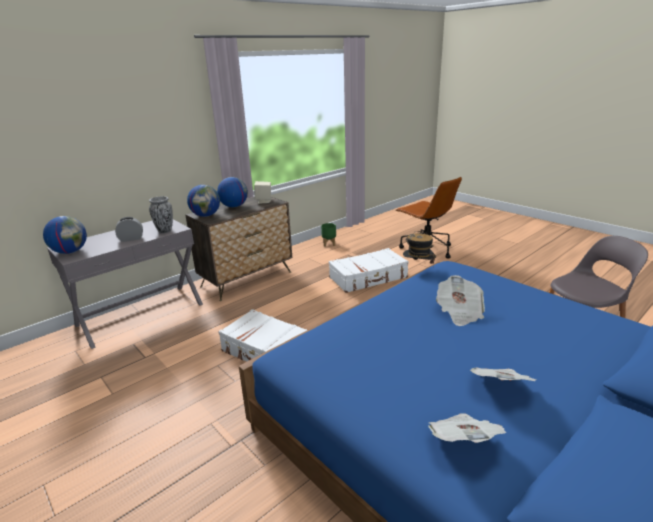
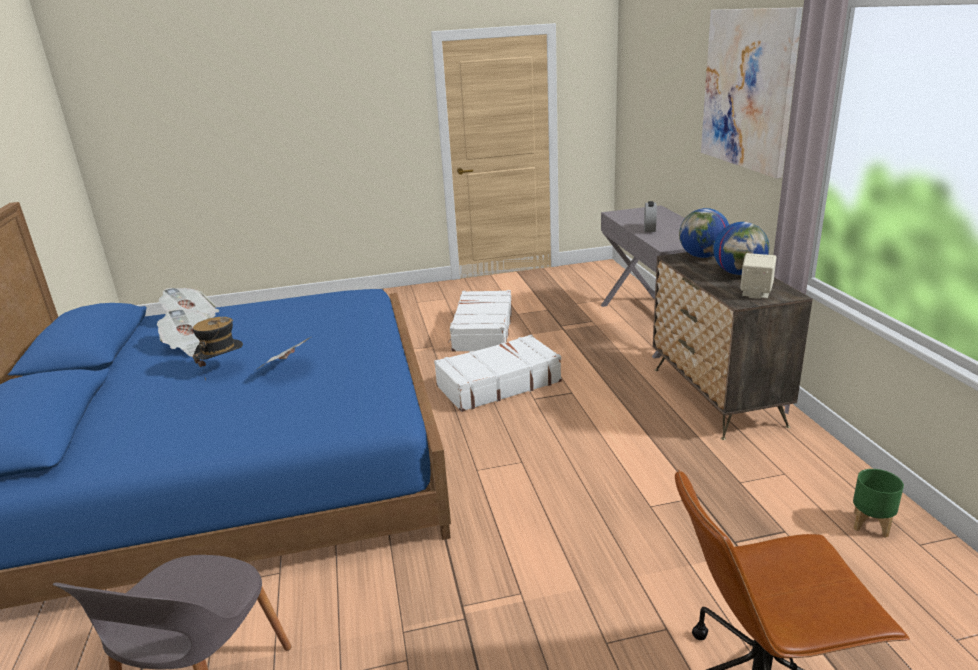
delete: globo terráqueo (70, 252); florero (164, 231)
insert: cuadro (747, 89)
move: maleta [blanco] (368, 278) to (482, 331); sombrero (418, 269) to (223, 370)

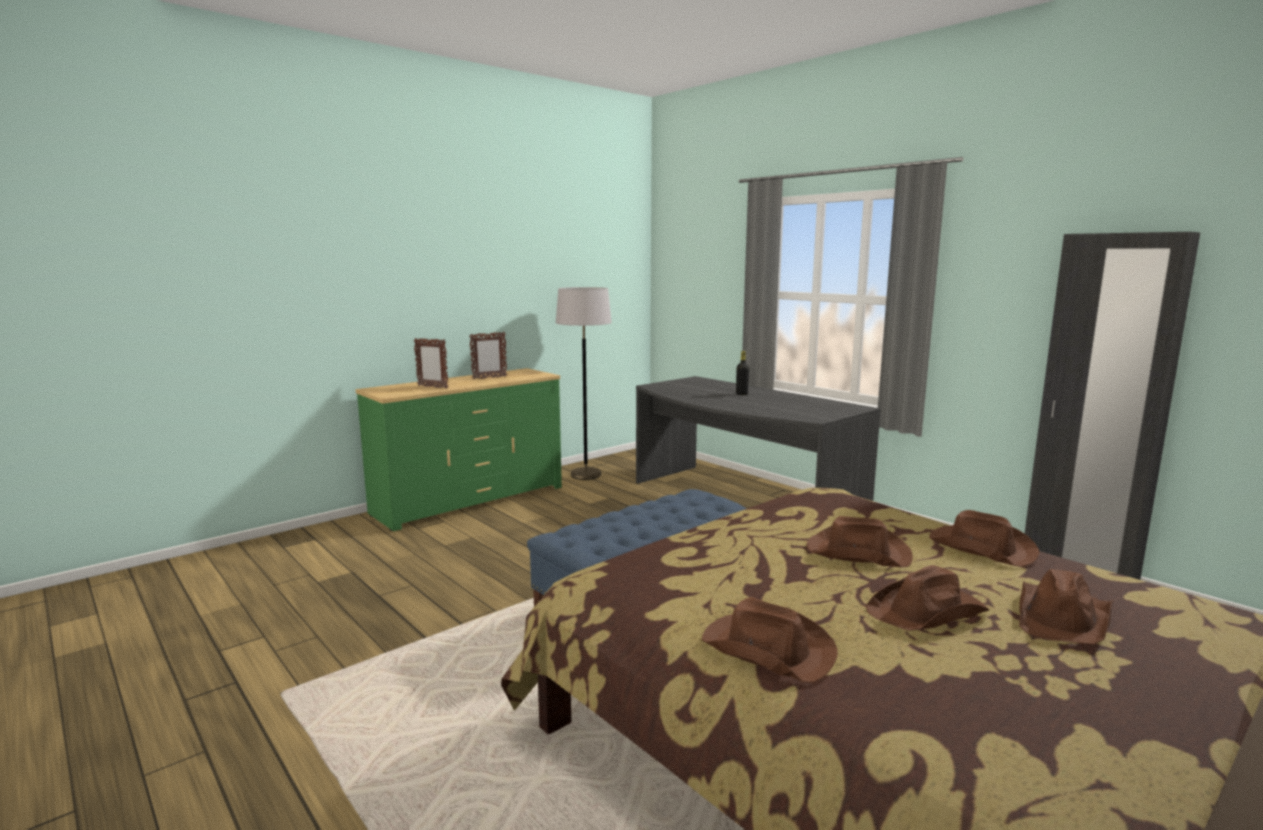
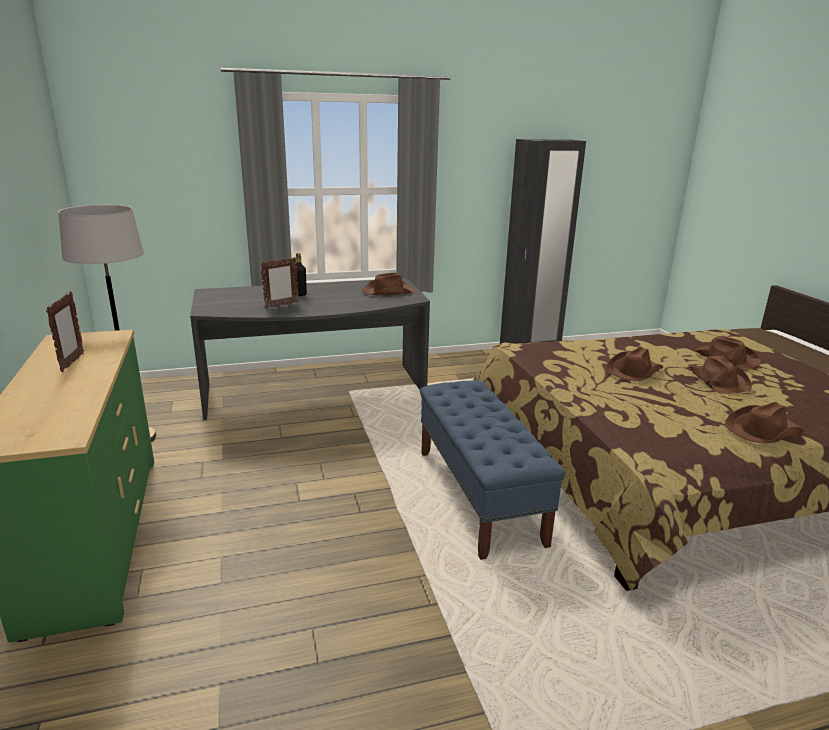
move: portarretratos (432, 387) to (281, 305); sombrero [marrón] (980, 547) to (387, 291)

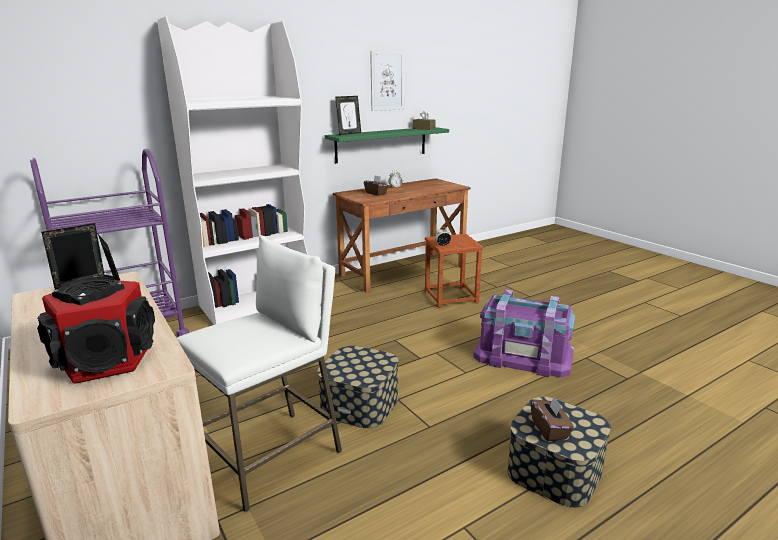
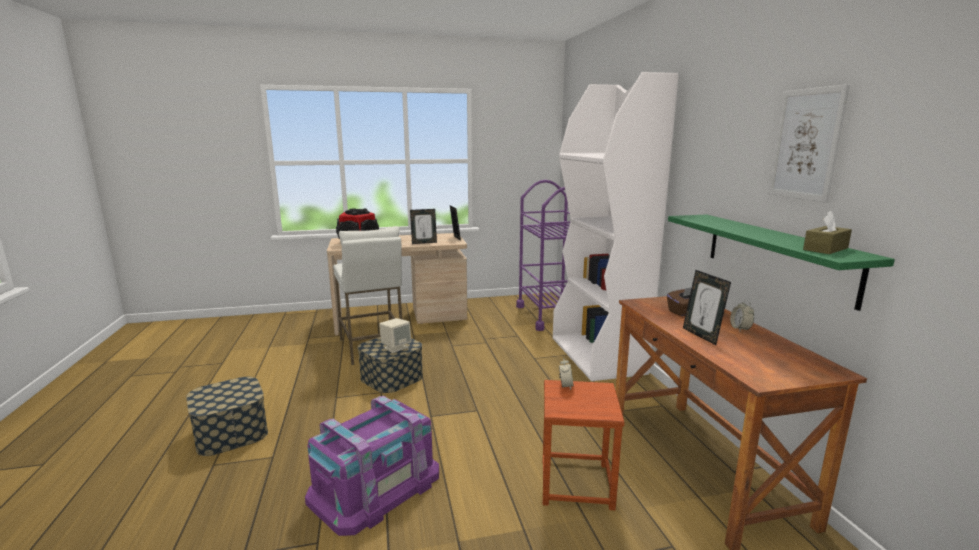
delete: caja de pañuelos [marrón] (549, 430)
insert: altavoz [beis] (396, 347)
move: portarretratos (349, 133) to (701, 335)

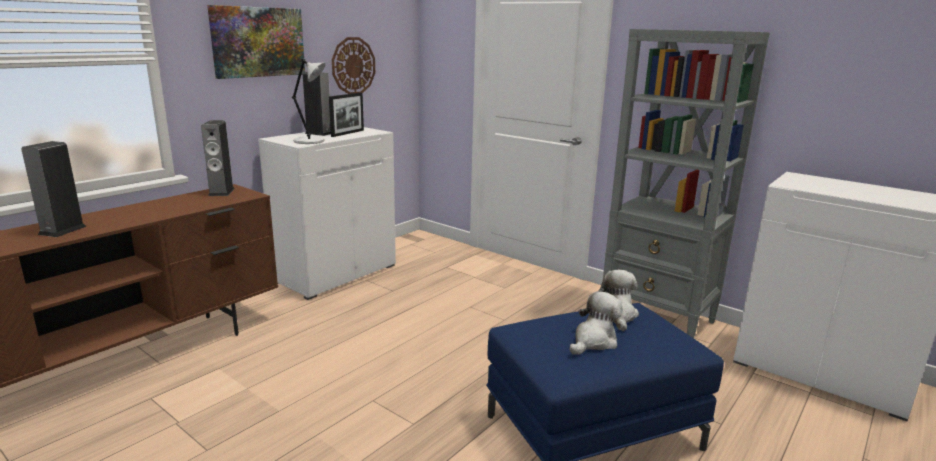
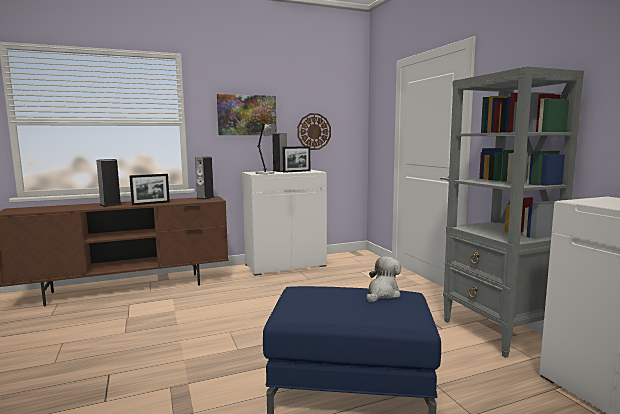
delete: peluche (593, 341)
insert: portarretratos (151, 203)

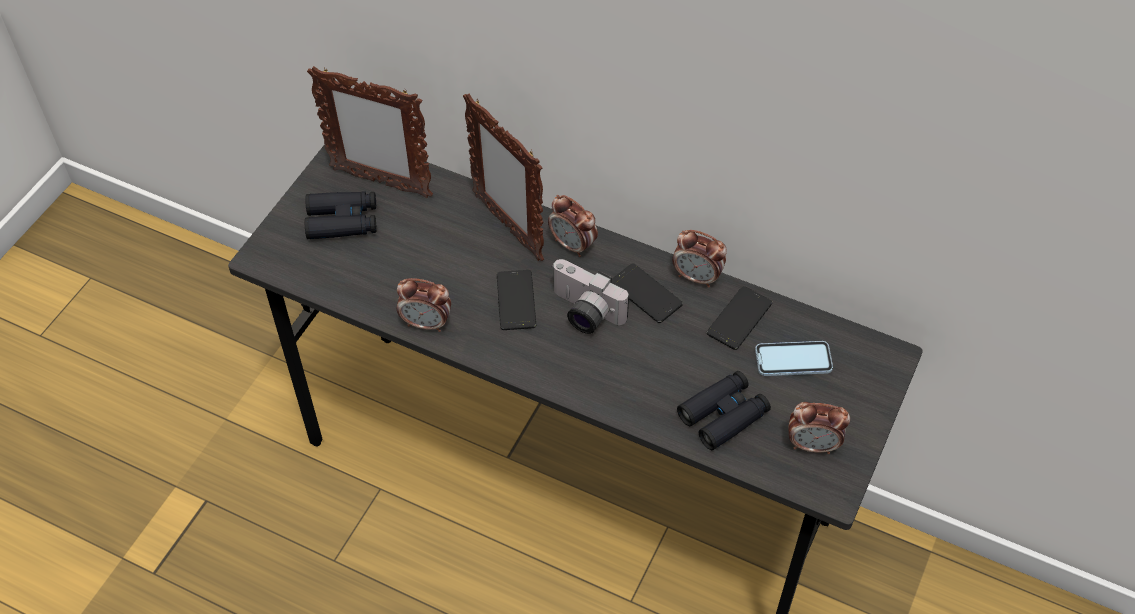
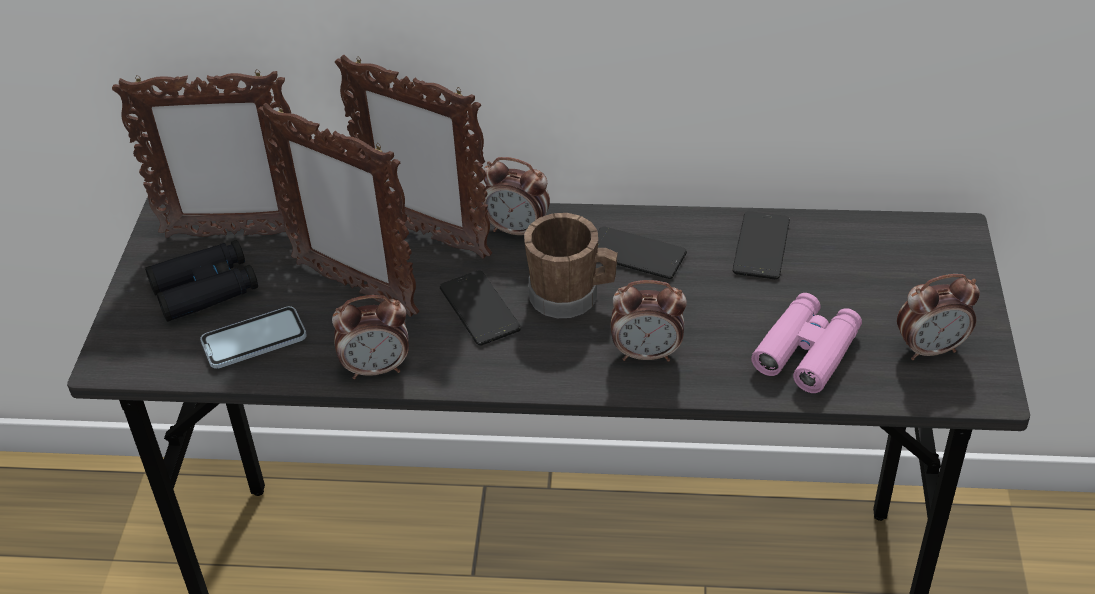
insert: portarretratos (354, 288)
move: despertador (697, 277) to (647, 354); móvil (793, 360) to (254, 340)
replace: cámara (583, 313) to taza grande [marrón] (572, 296)
recolor: prismáticos [negro] (723, 415) to prismáticos [rosa] (807, 351)

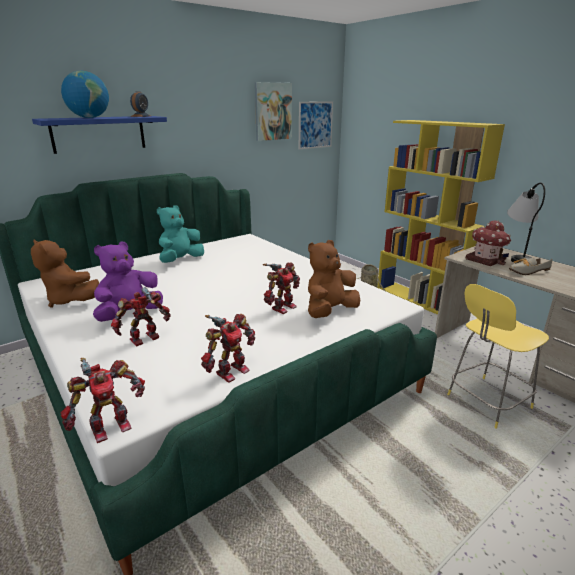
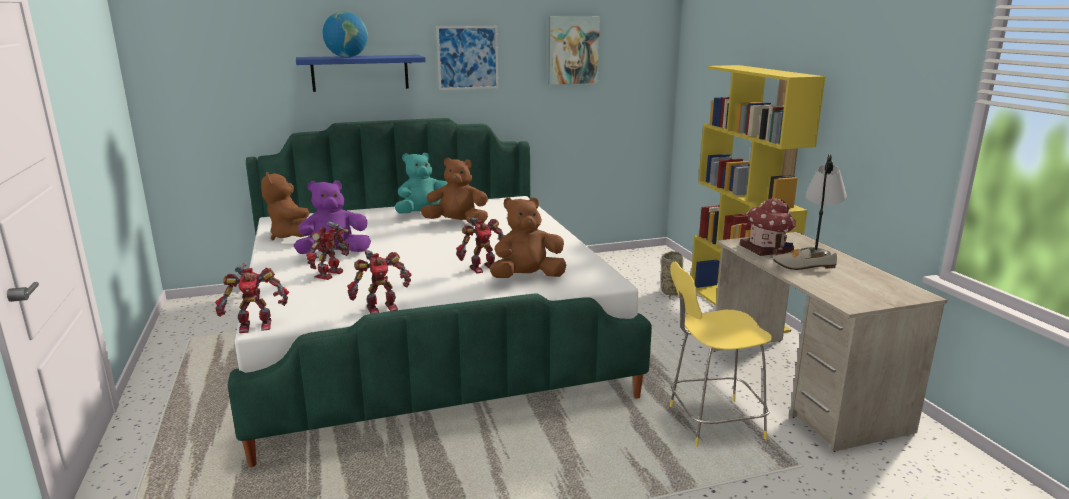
delete: despertador (141, 116)
insert: peluche [marrón] (457, 223)
move: cuadro (315, 125) to (467, 57)
rotate: robot de juguete (145, 339) = (331, 275) 45 degrees counterclockwise

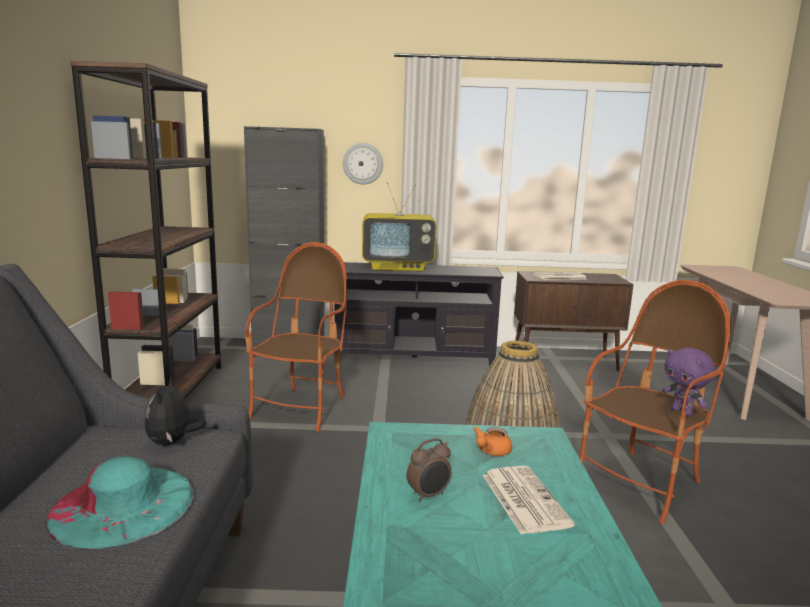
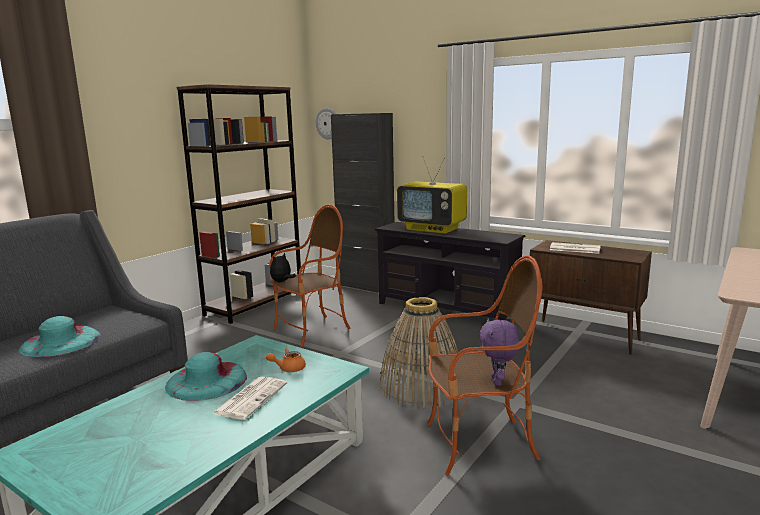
move: peluche (172, 442) to (282, 282); reloj de pared (363, 163) to (328, 123)
replace: despertador (429, 495) to sombrero [turquesa] (206, 380)

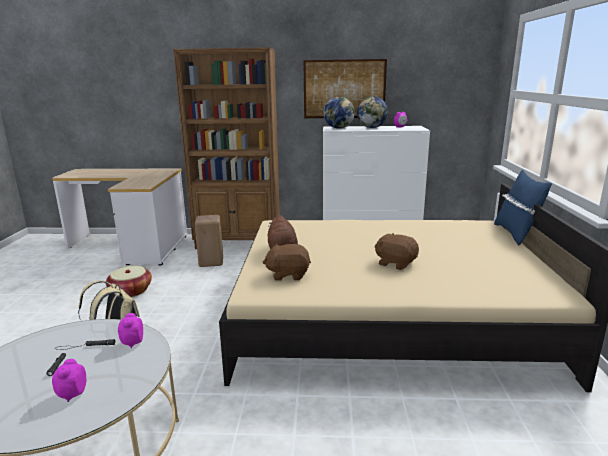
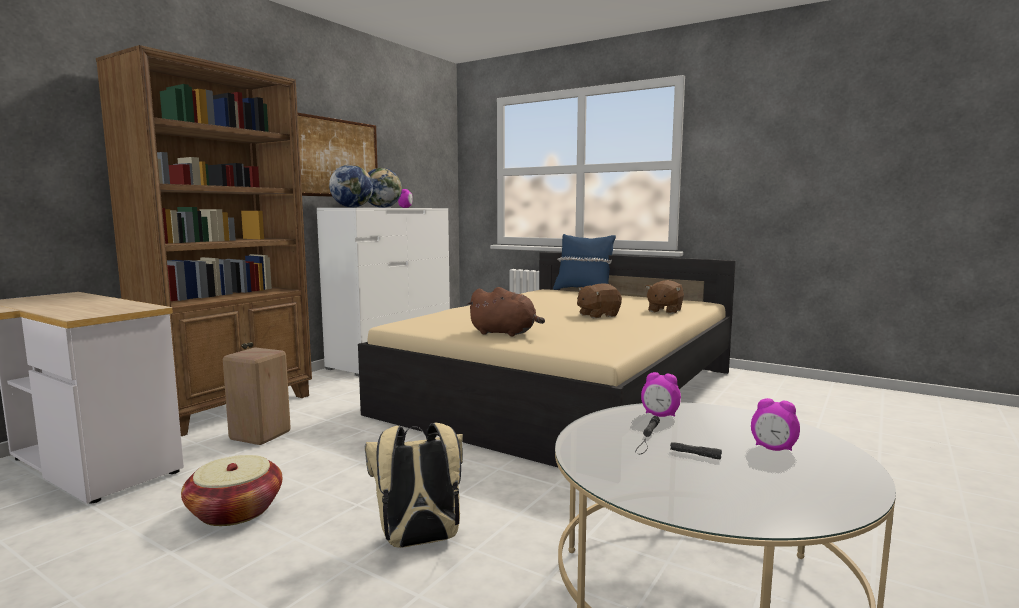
move: peluche [marrón] (288, 274) to (664, 311)

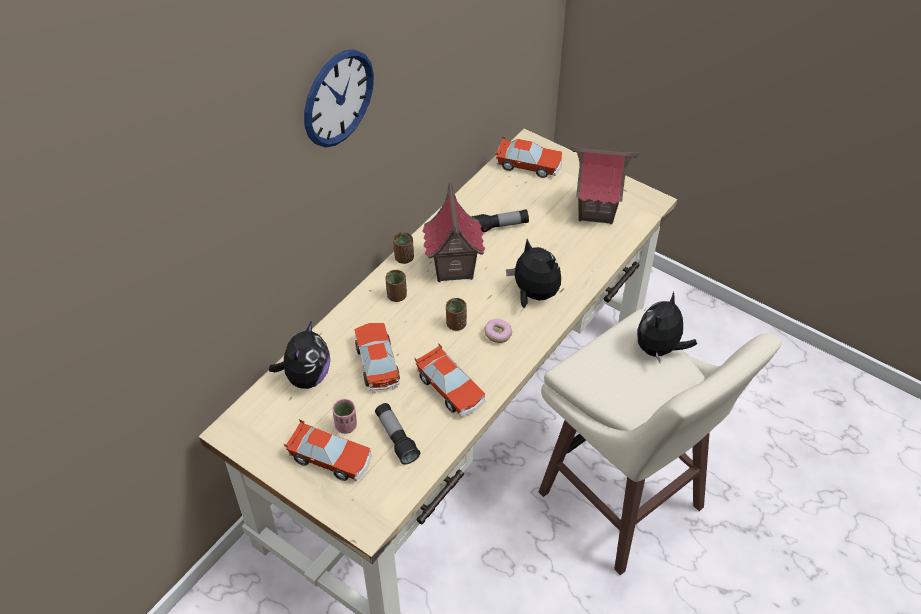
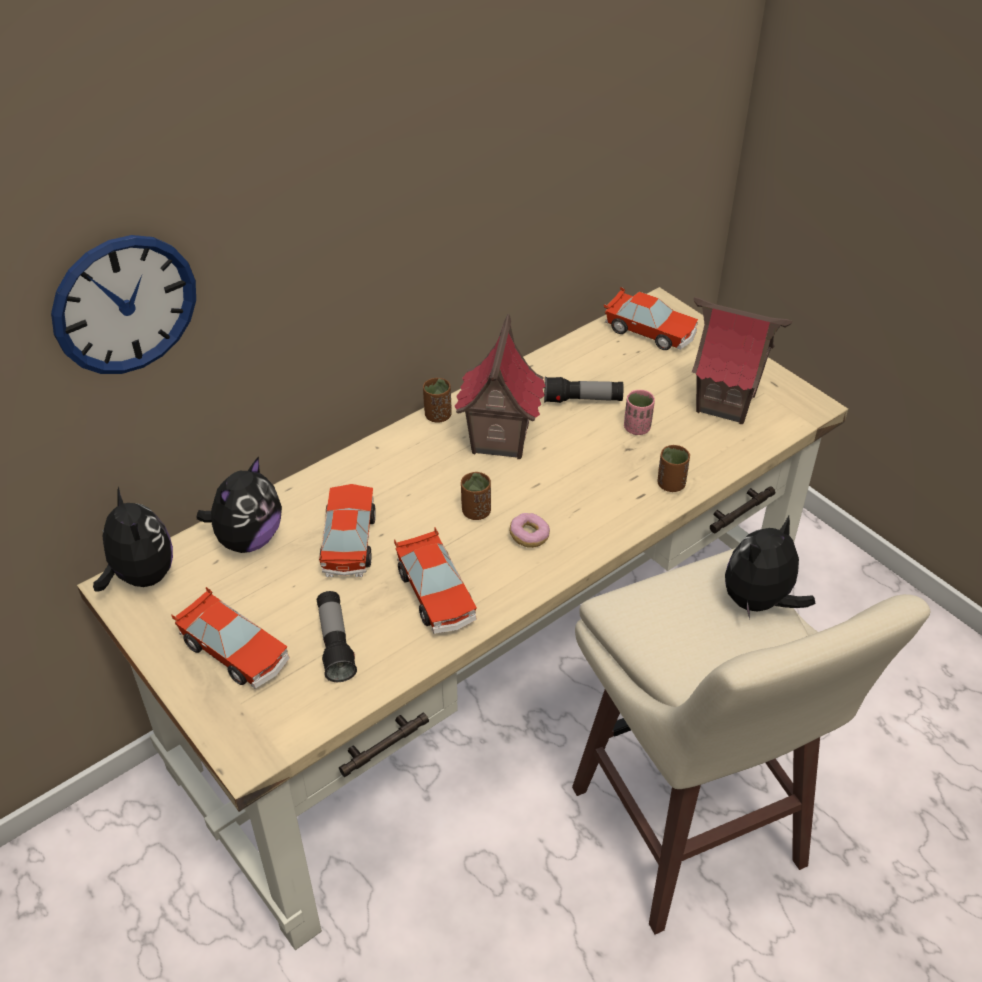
move: reloj de pared (338, 98) to (125, 305); taza [rosa] (346, 426) to (637, 428); taza [marrón] (396, 296) to (671, 484); peluche (533, 294) to (141, 576)

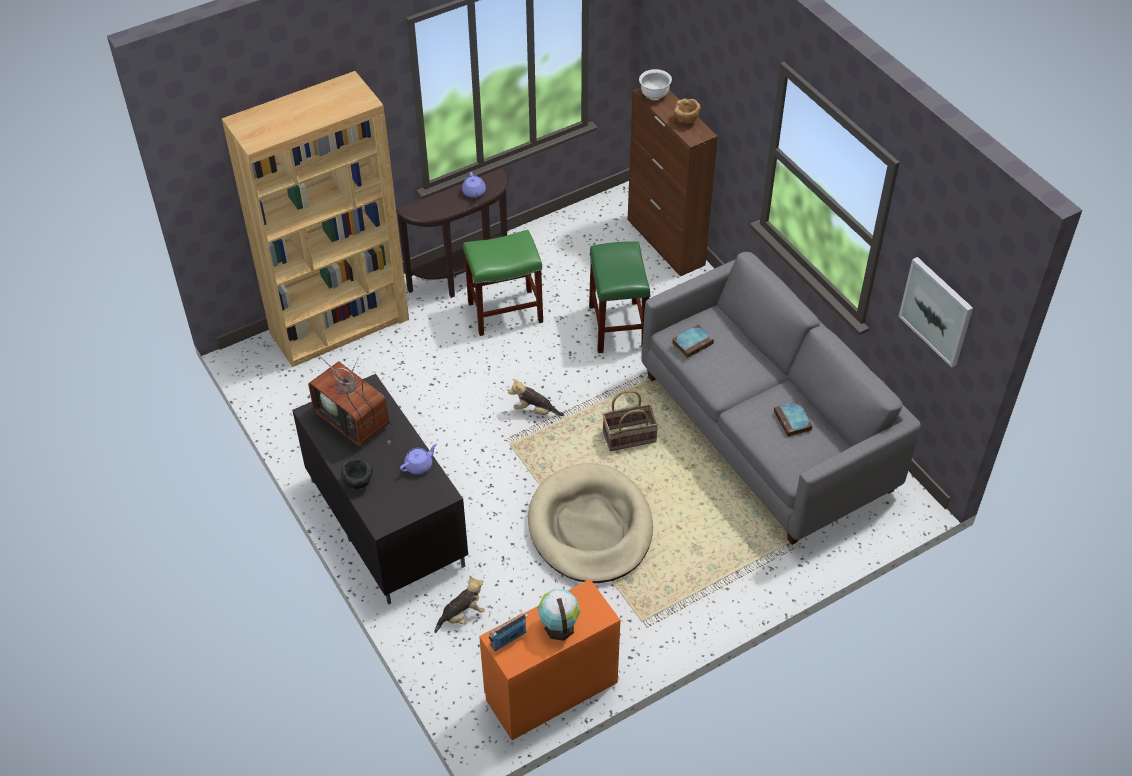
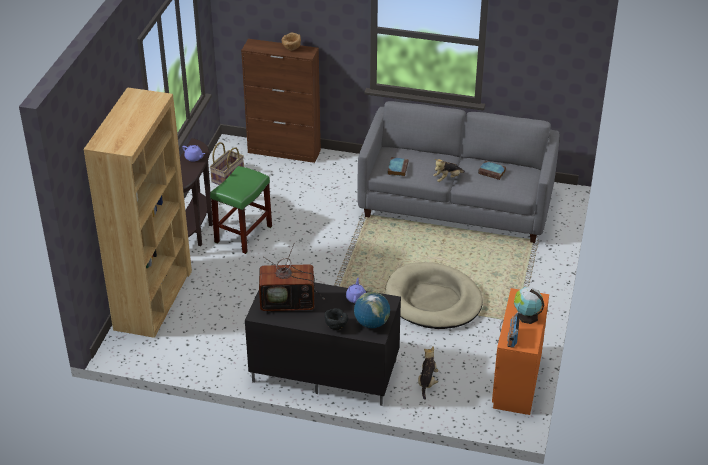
delete: taburete [verde] (617, 326); cuenco [blanco] (654, 95); cuadro (937, 311)
insert: globo terráqueo (371, 323)
move: peluche (535, 411) to (447, 178); cesta (629, 436) to (227, 176)

